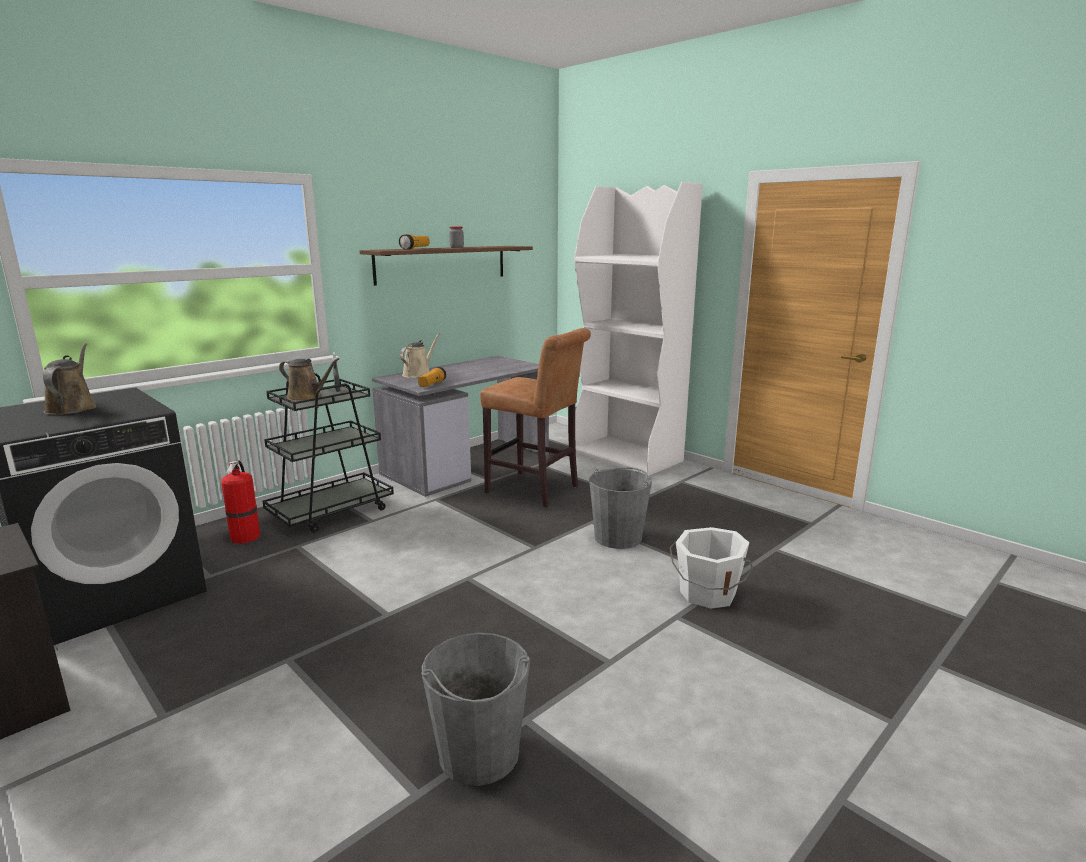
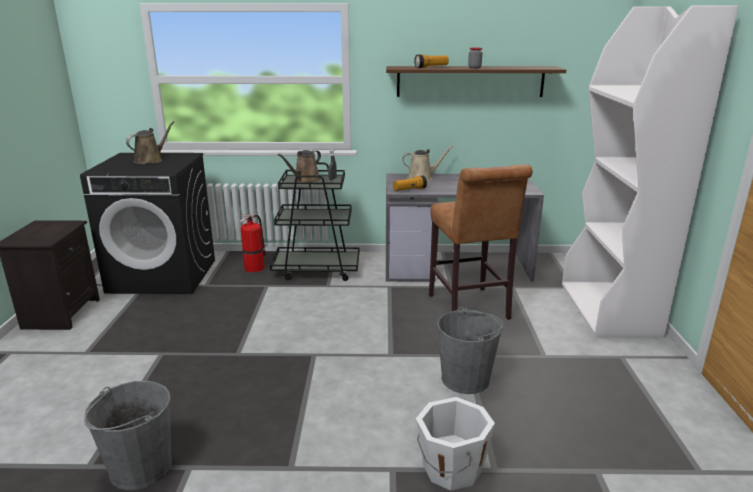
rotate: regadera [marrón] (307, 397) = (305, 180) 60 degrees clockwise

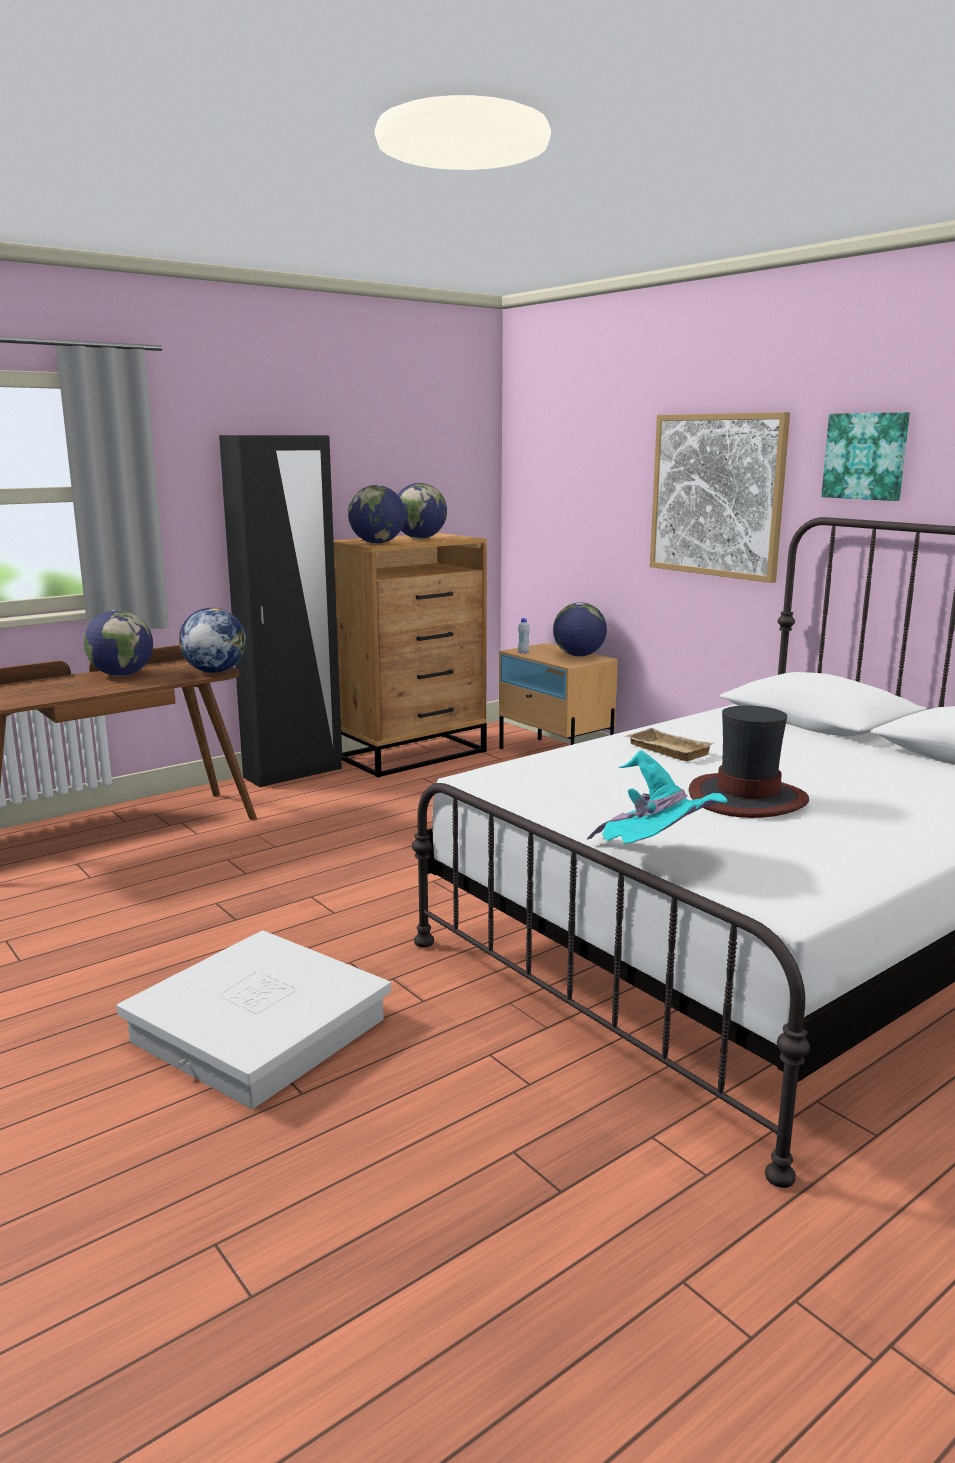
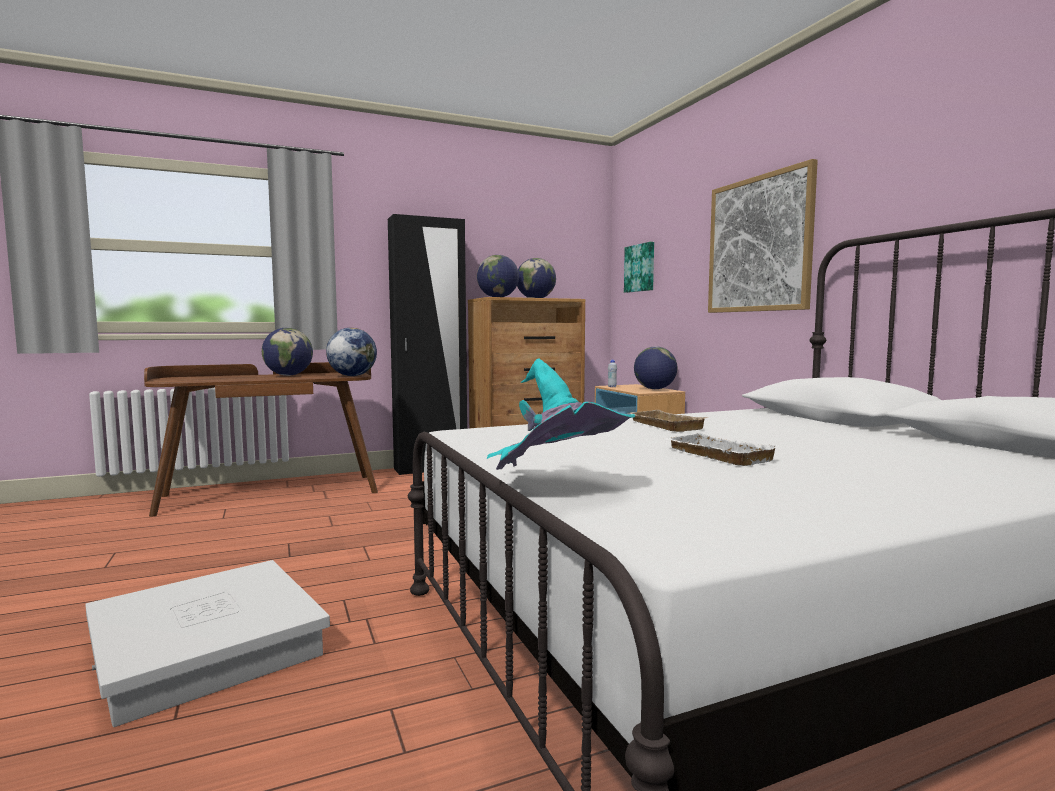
move: cuadro (866, 456) to (640, 268)
replace: sombrero (747, 798) to bandeja [blanco] (715, 455)

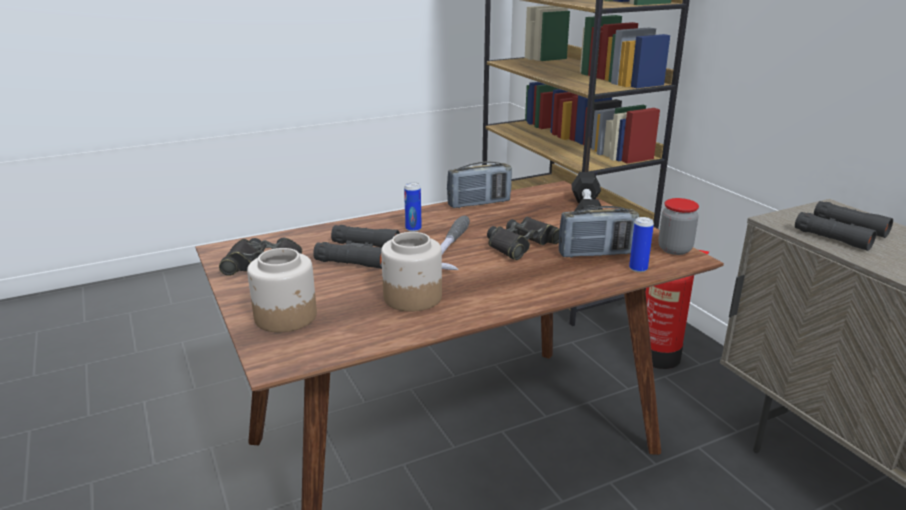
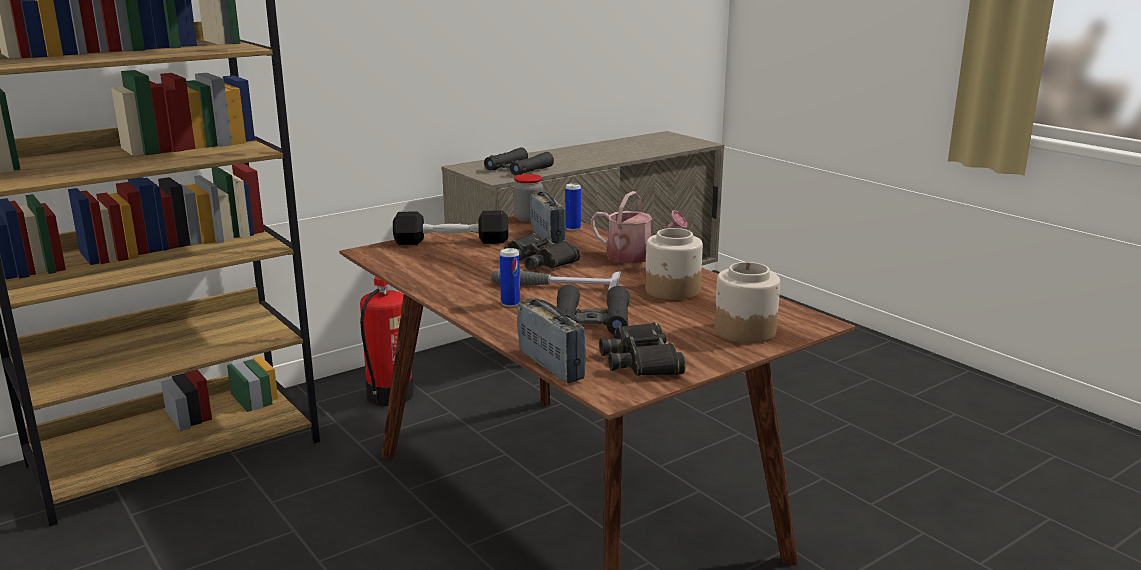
insert: regadera (636, 257)
move: radio (479, 203) to (551, 365)

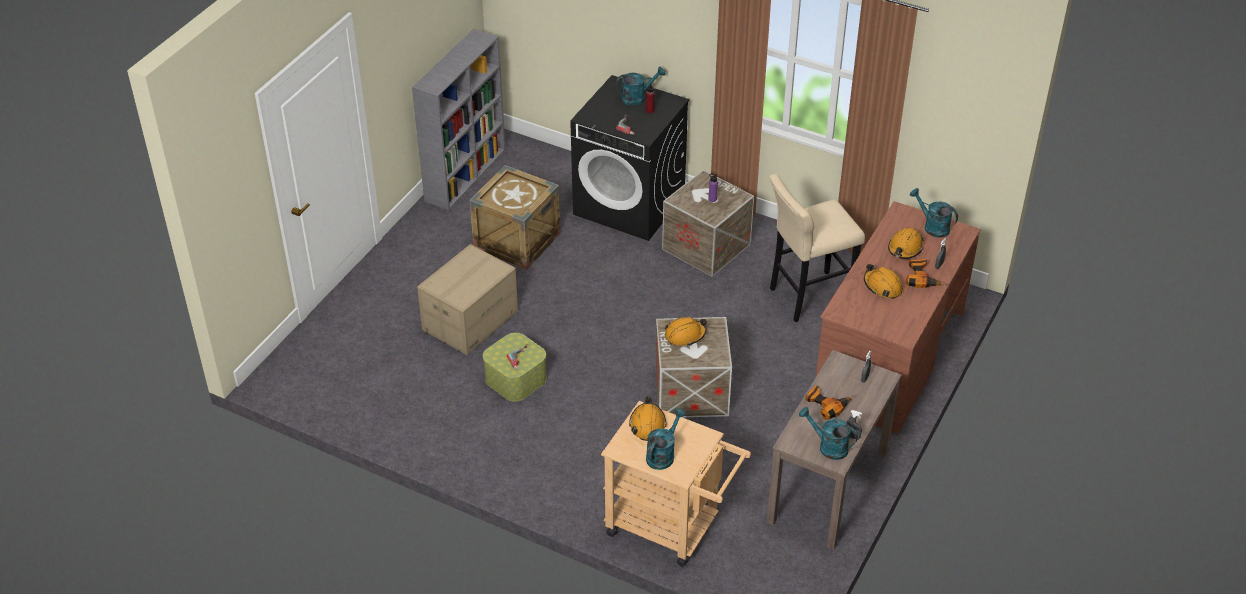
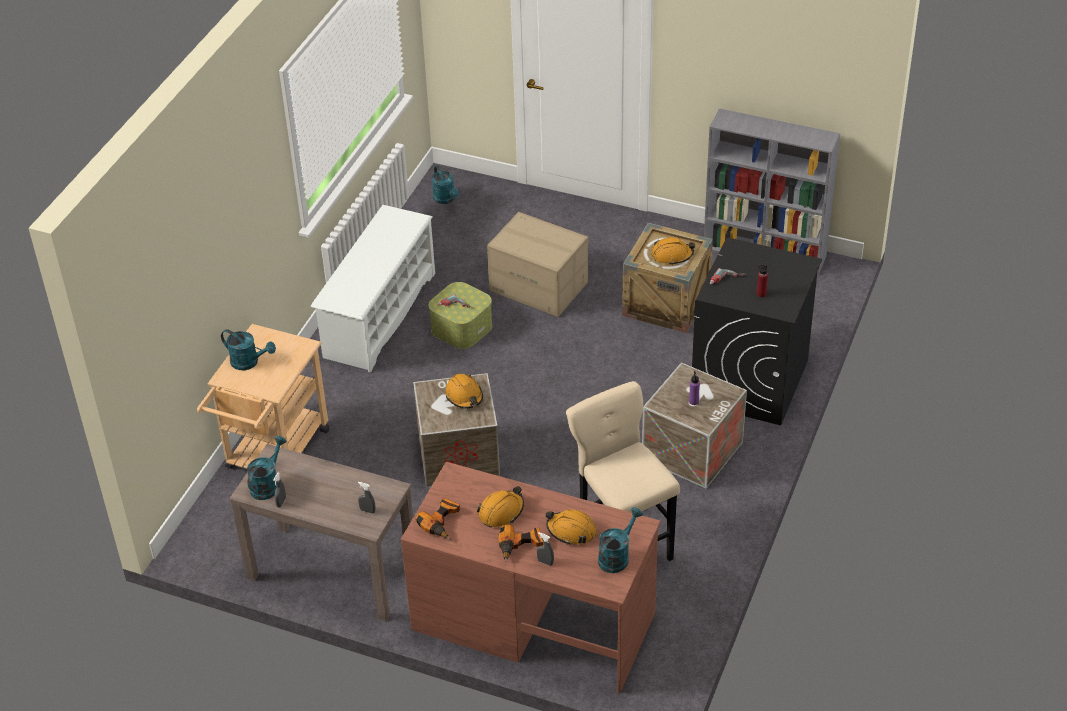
insert: zapatero [blanco] (379, 315)
move: regadera [turquesa] (637, 97) to (446, 199); casco [naranja] (647, 424) to (672, 255); taladro (827, 403) to (443, 523)

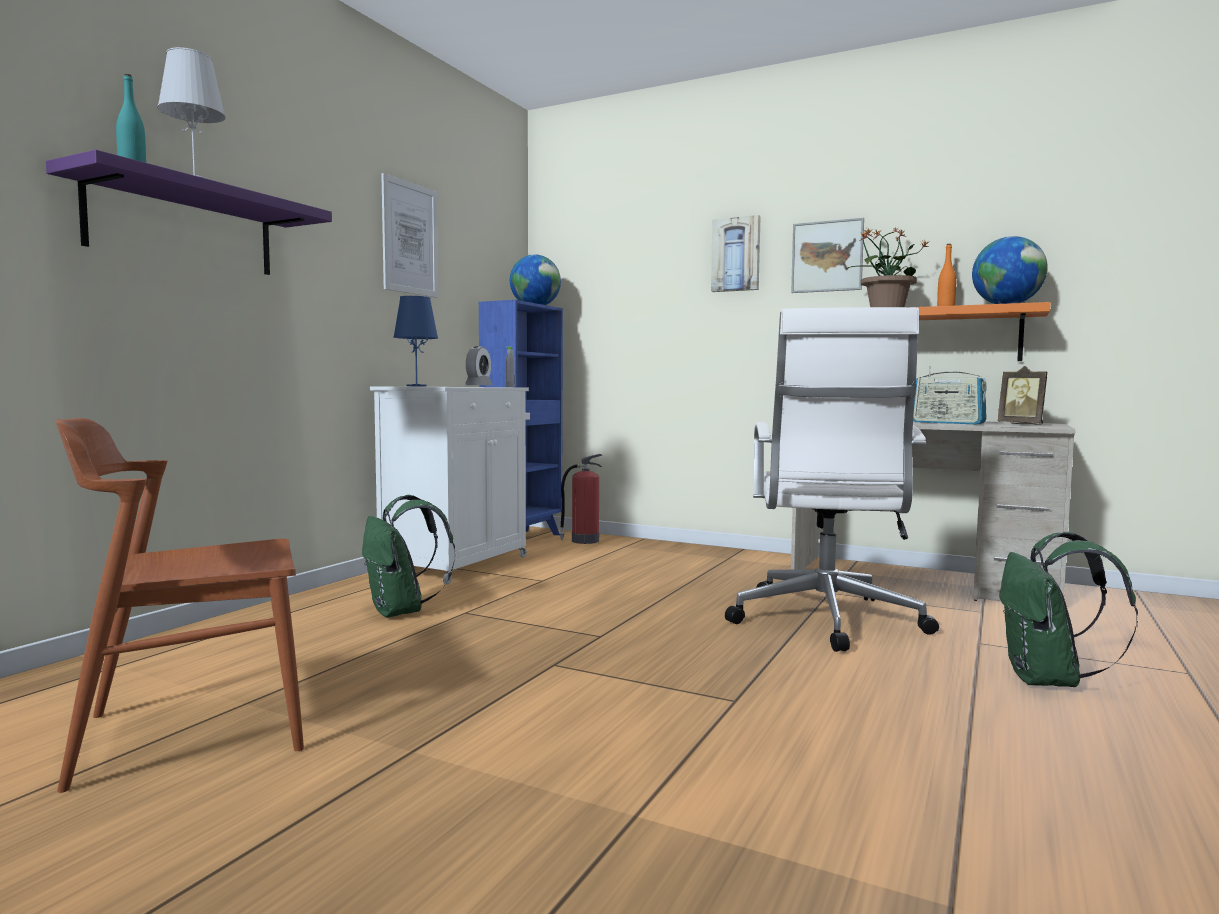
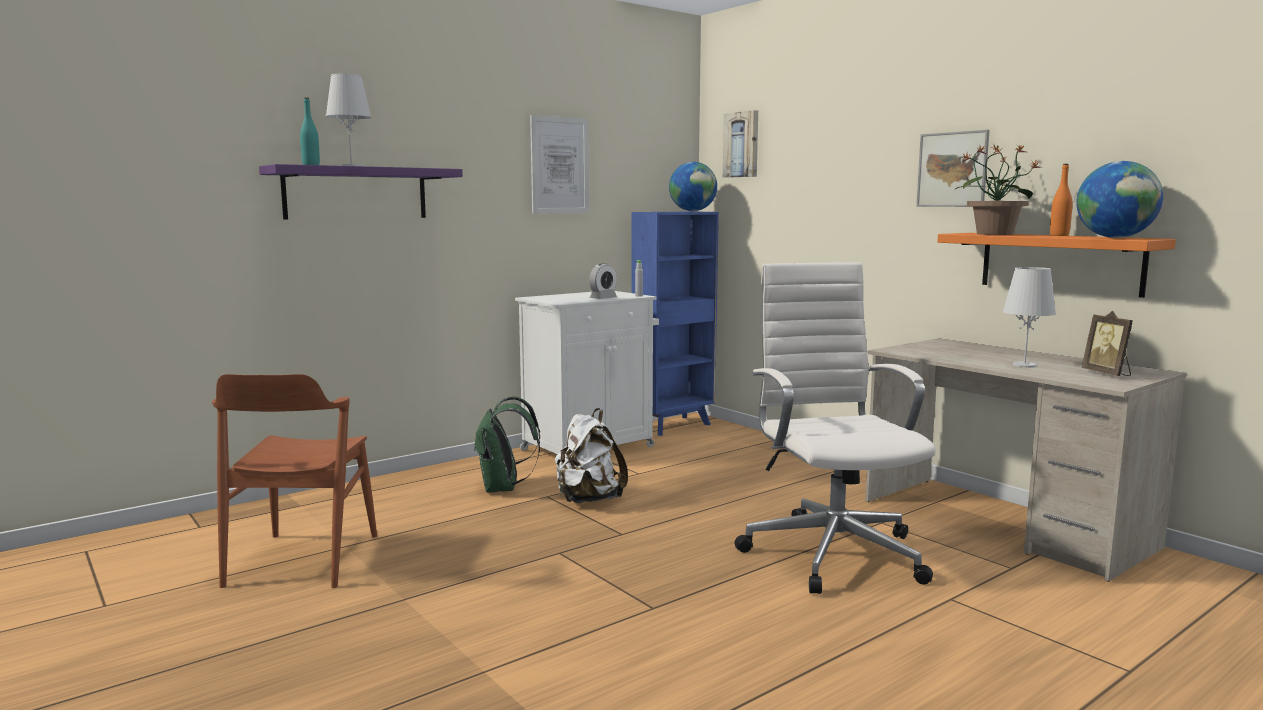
delete: lámpara de mesa [azul] (416, 386); extintor (583, 541); mochila [verde] (1048, 680)
insert: mochila [blanco] (588, 500)
move: cuadro (736, 255) to (742, 144)
replace: radio (947, 423) to lámpara de mesa [blanco] (1024, 365)
rotate: silla [marrón] (192, 731) = (302, 560) 90 degrees counterclockwise; silla de oficina [blanco] (825, 621) = (832, 551) 135 degrees clockwise

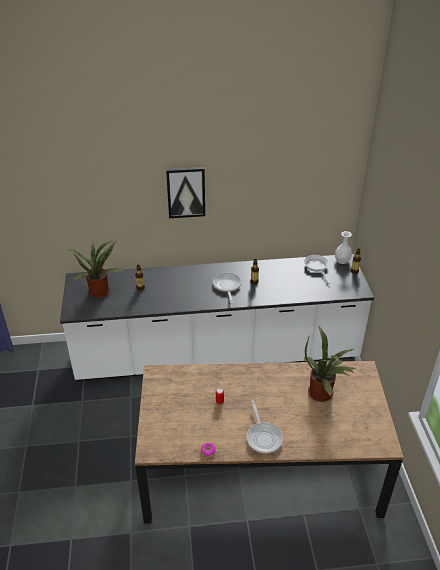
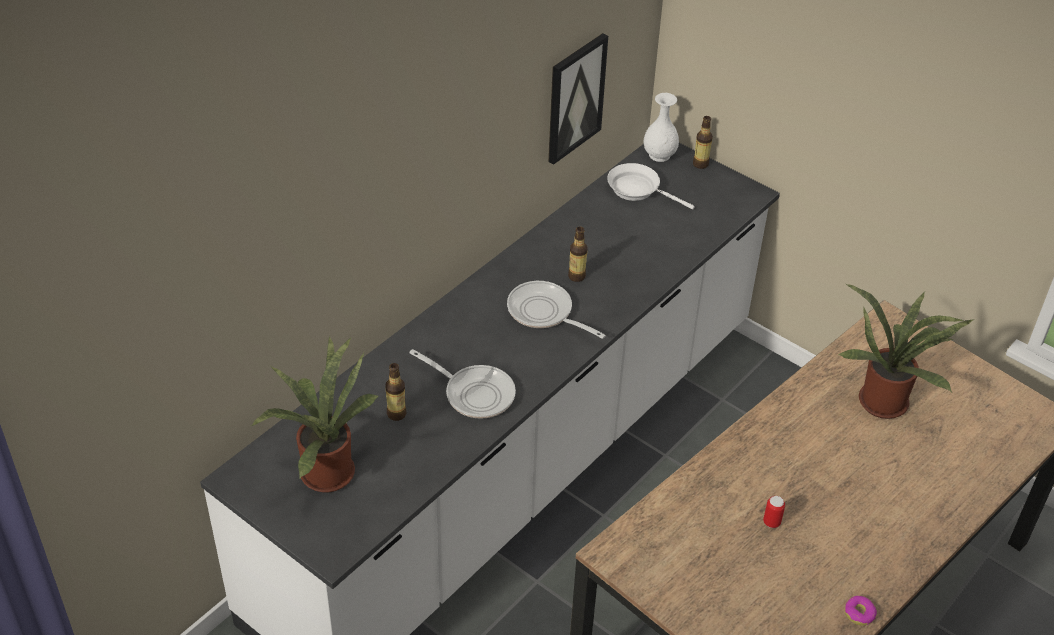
move: cuadro (186, 192) to (575, 98); sartén (263, 437) to (475, 393)

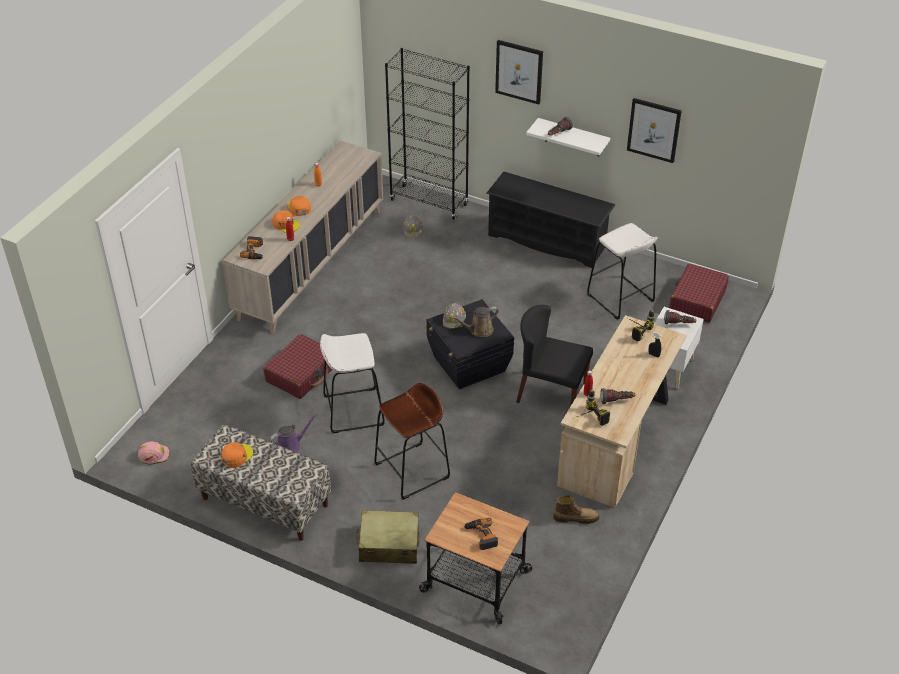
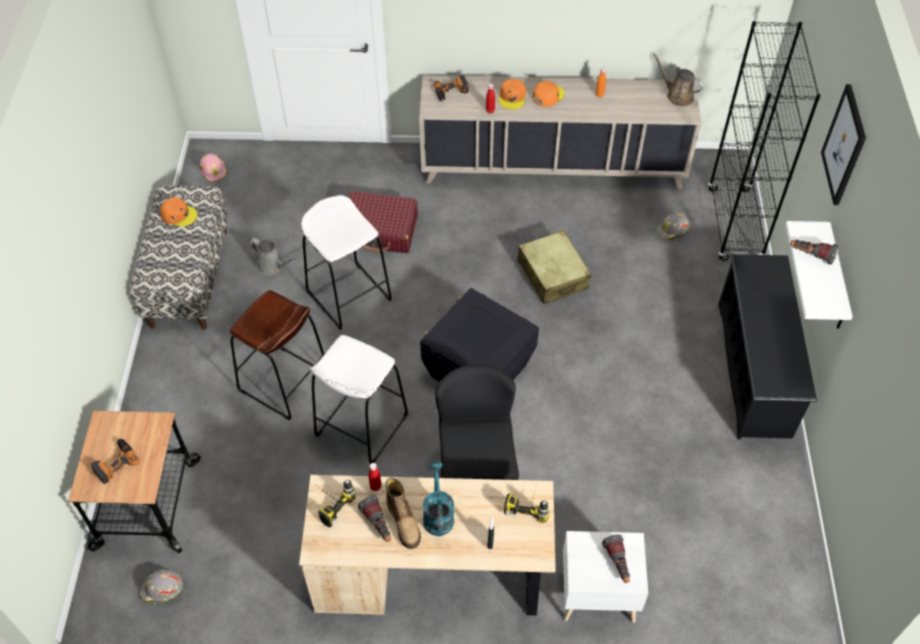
delete: cuadro (654, 130); maleta [rojo] (697, 300)
insert: regadera [turquesa] (438, 514)
move: maleta [beis] (389, 544) to (552, 275); casco [gris] (454, 320) to (162, 589); regadera [marrón] (479, 330) to (677, 95); bota (576, 517) to (404, 521); taburete [blanco] (620, 298) to (361, 425)
recolor: regadera [morado] (291, 446) to regadera [gris] (272, 266)

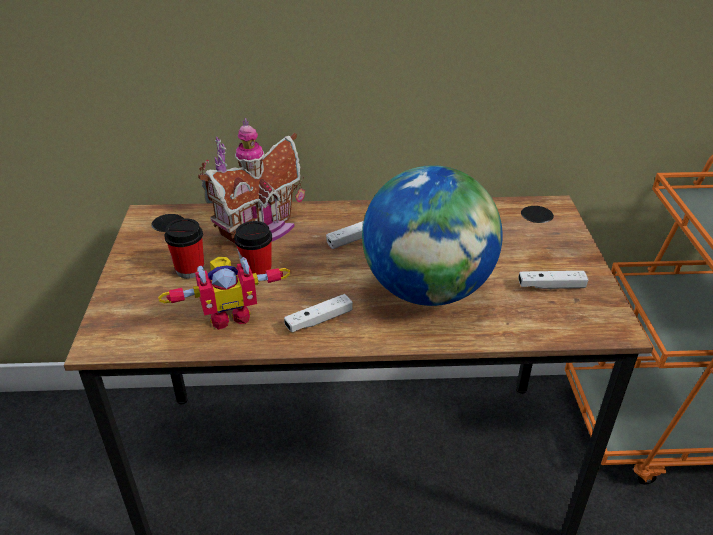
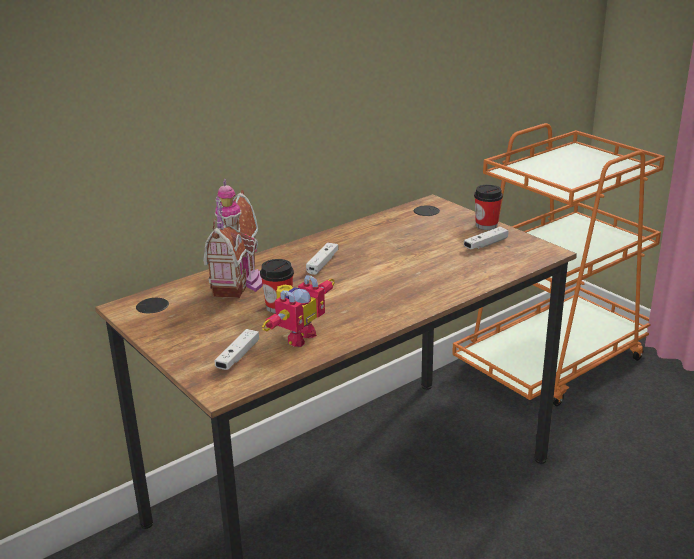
delete: globo terráqueo (427, 290)
move: taza (190, 269) to (486, 225); mando de consola [blanco] (319, 320) to (238, 356)

